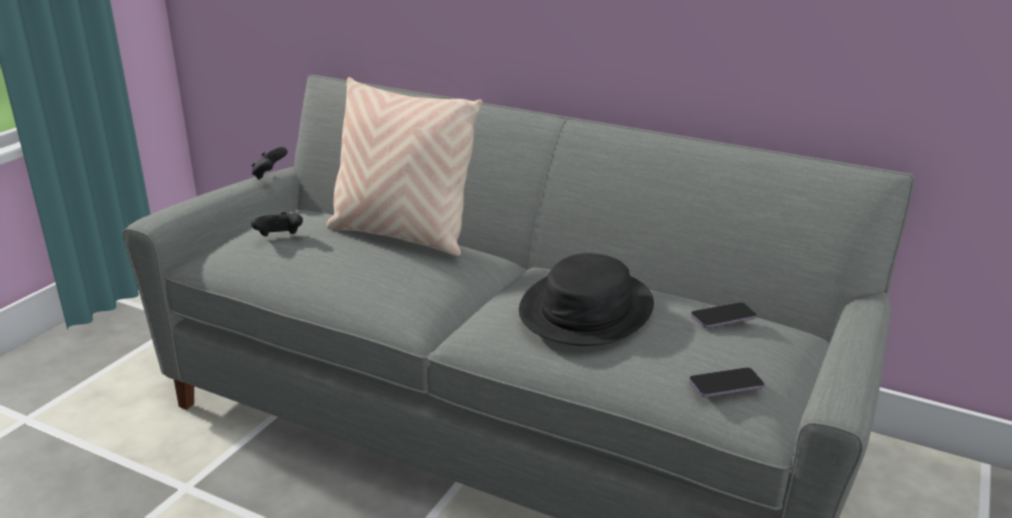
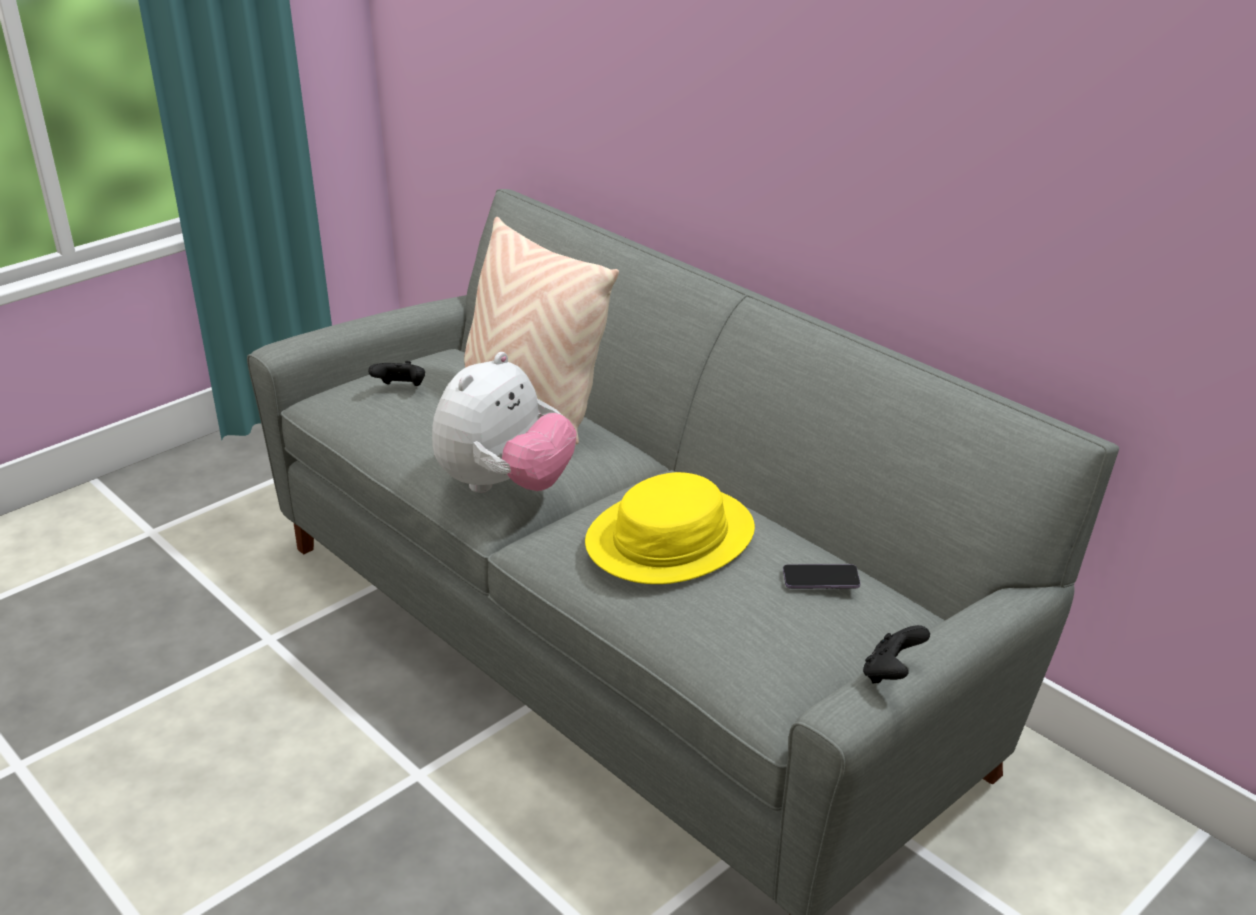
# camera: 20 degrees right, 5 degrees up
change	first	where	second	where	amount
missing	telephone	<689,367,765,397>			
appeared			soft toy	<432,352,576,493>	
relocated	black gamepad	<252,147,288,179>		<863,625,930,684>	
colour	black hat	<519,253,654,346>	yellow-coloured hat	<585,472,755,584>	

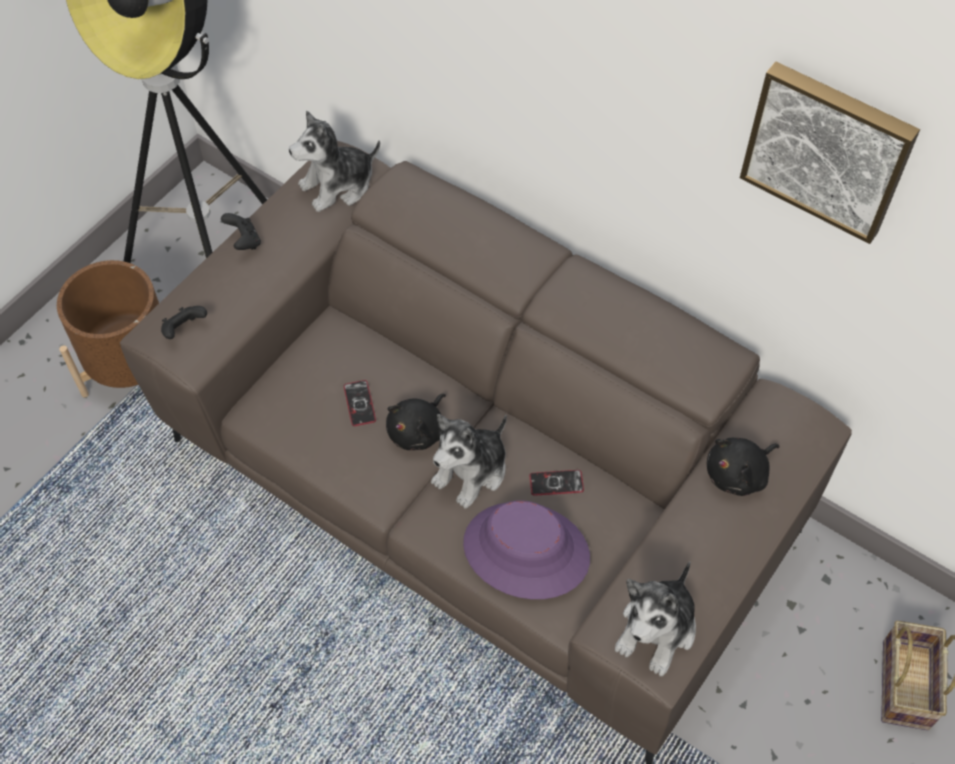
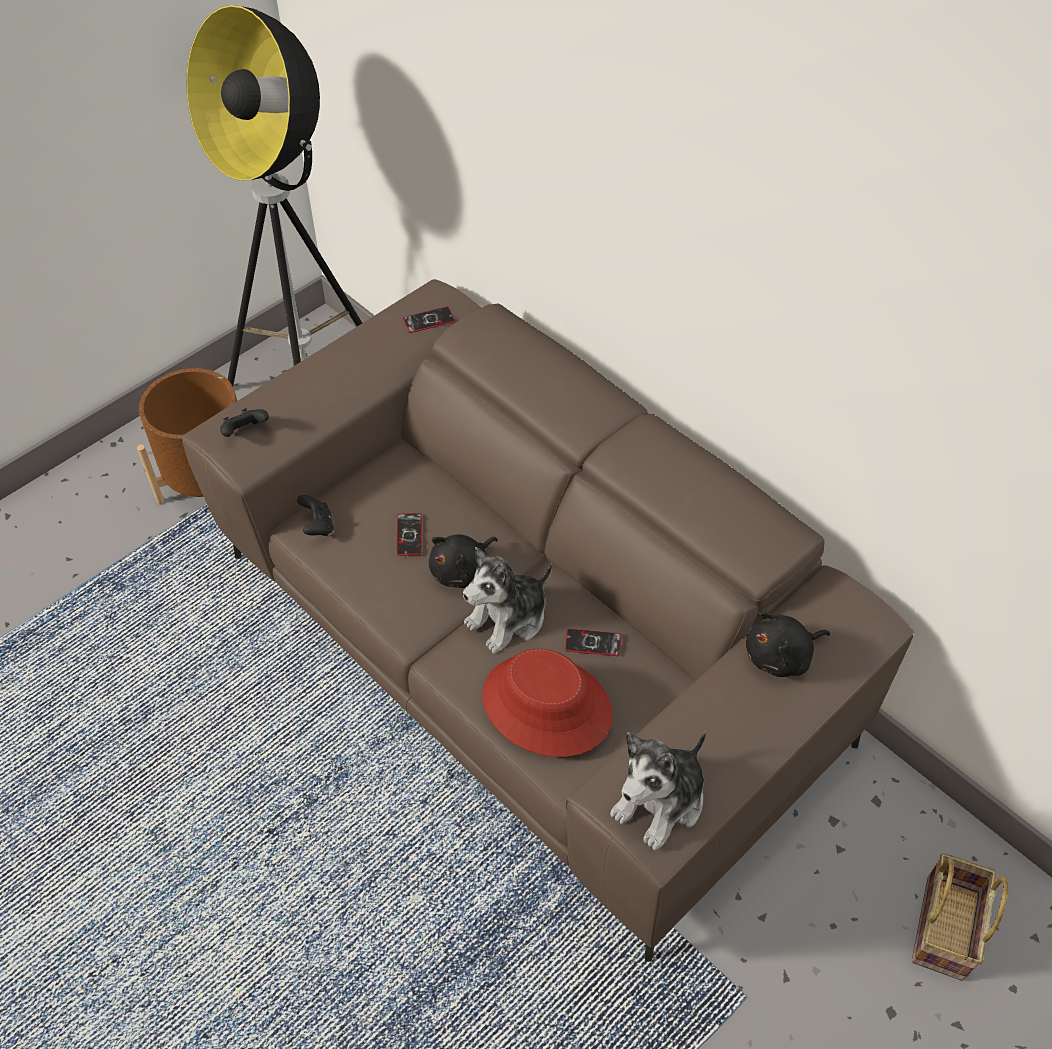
# camera: 10 degrees right, 5 degrees down
change	first	where	second	where	amount
missing	wall picture	<740,62,920,244>			
relocated	black gamepad	<221,213,261,250>		<297,495,334,536>	
exchanged	soft toy	<289,110,380,212>	telephone	<403,307,455,333>	
colour	purplish hat	<463,501,590,599>	reddish hat	<482,649,613,757>	

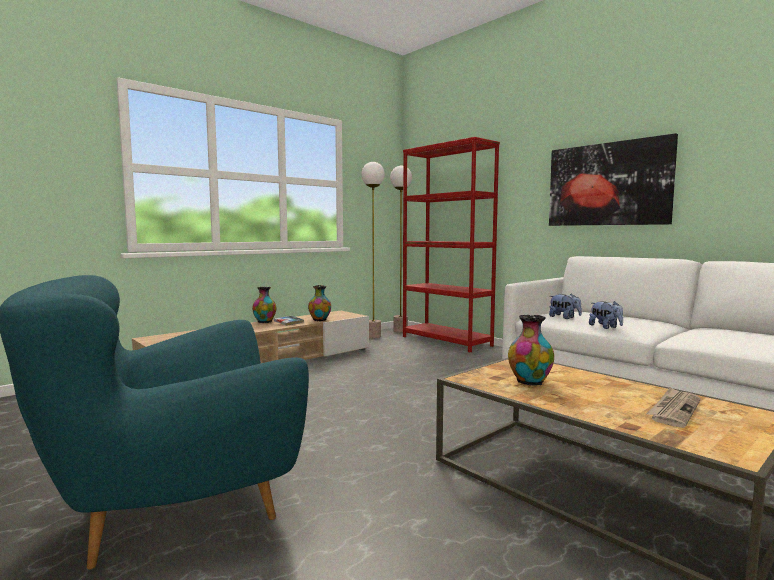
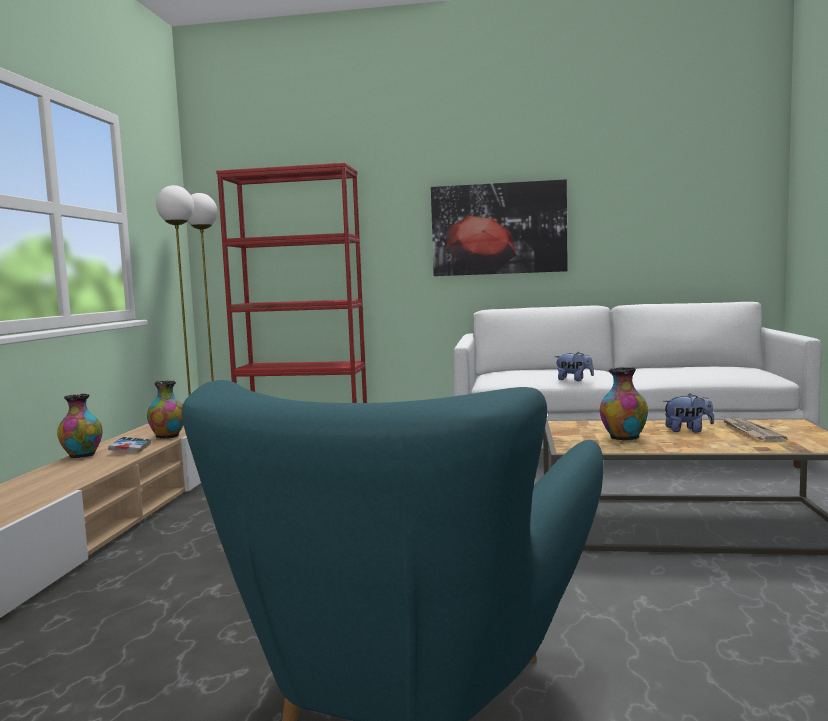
# camera: 40 degrees left, 0 degrees up
change	first	where	second	where	amount
relocated	soft toy	<549,294,582,319>		<663,393,714,432>	

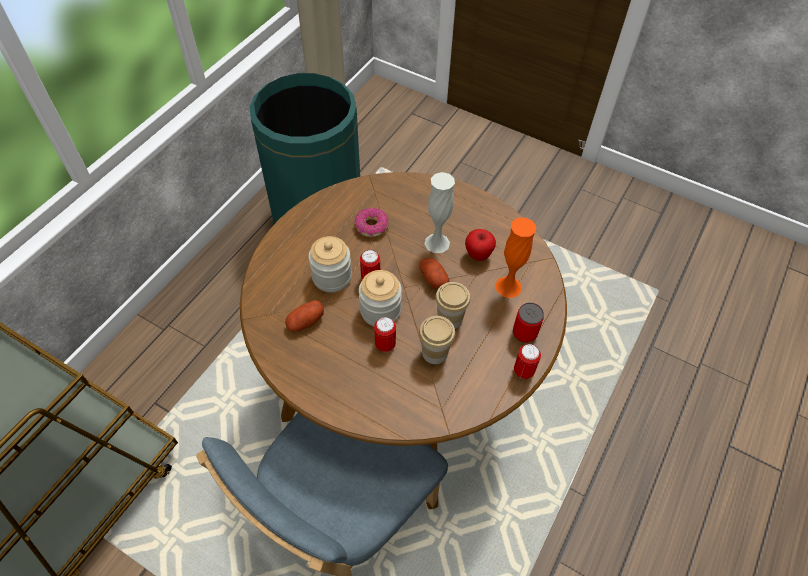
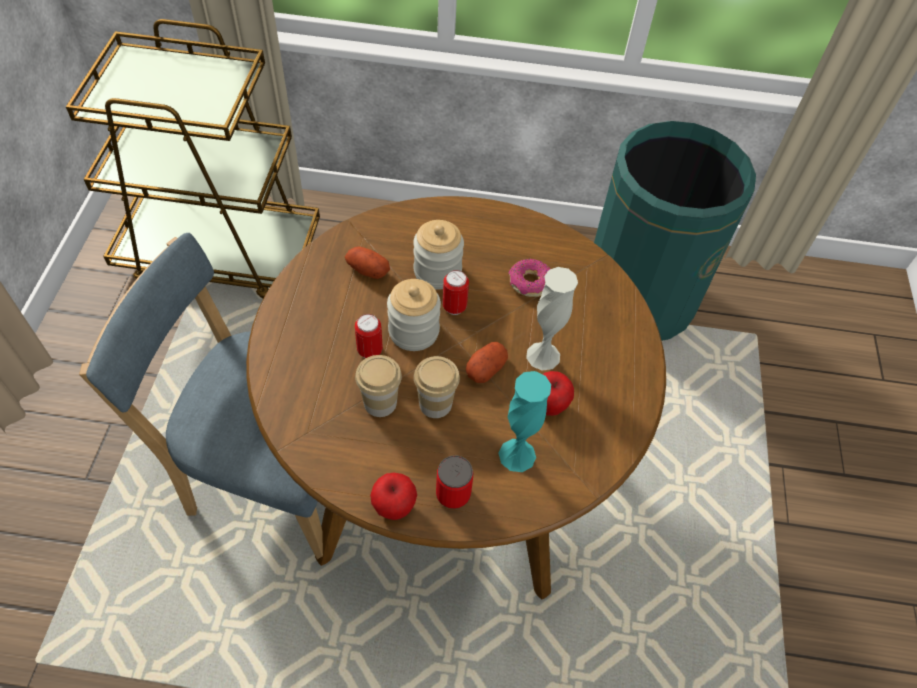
# camera: 65 degrees right, 0 degrees up
change	first	where	second	where	amount
exchanged	can	<514,344,541,379>	apple	<370,473,417,520>	
colour	orange-coloured vase	<495,218,537,298>	turquoise-coloured vase	<499,371,551,472>	

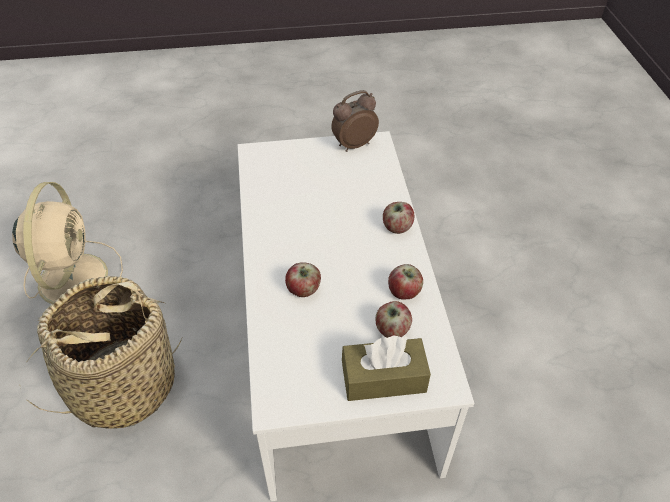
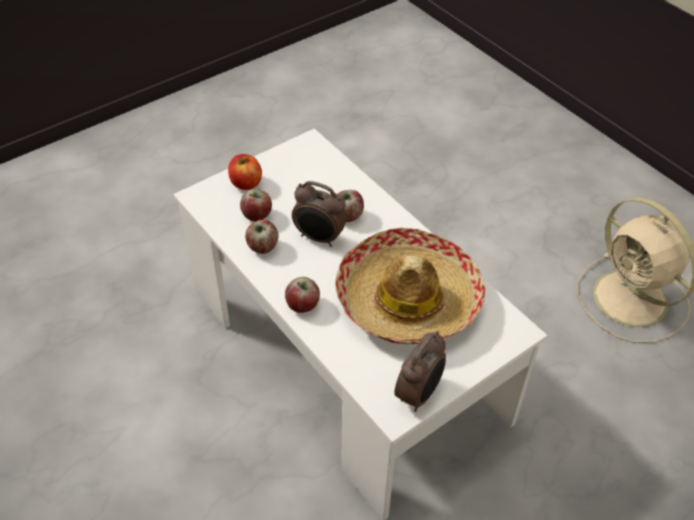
# camera: 150 degrees right, 0 degrees up
change	first	where	second	where	amount
missing	household basket	<20,276,183,429>			
appeared			bedside clock	<292,181,347,247>	
appeared			hat	<335,228,485,344>	
exchanged	brownish tissue holder	<342,335,431,401>	apple	<228,154,262,190>	

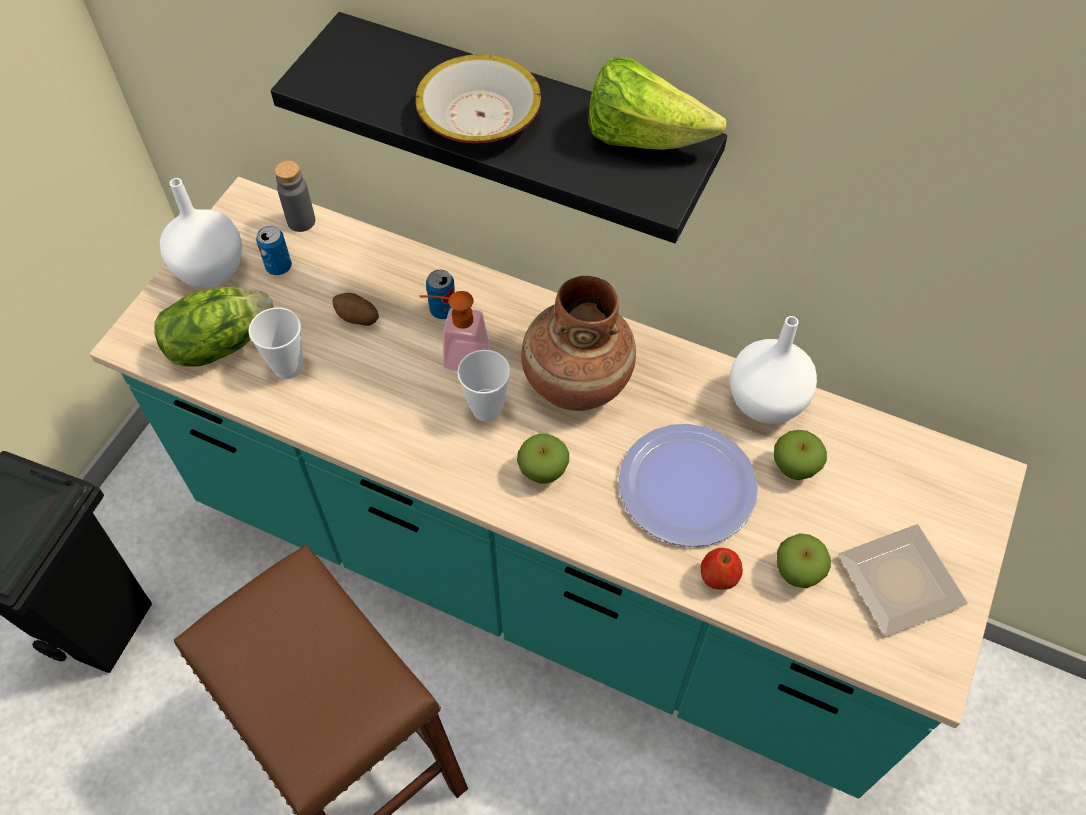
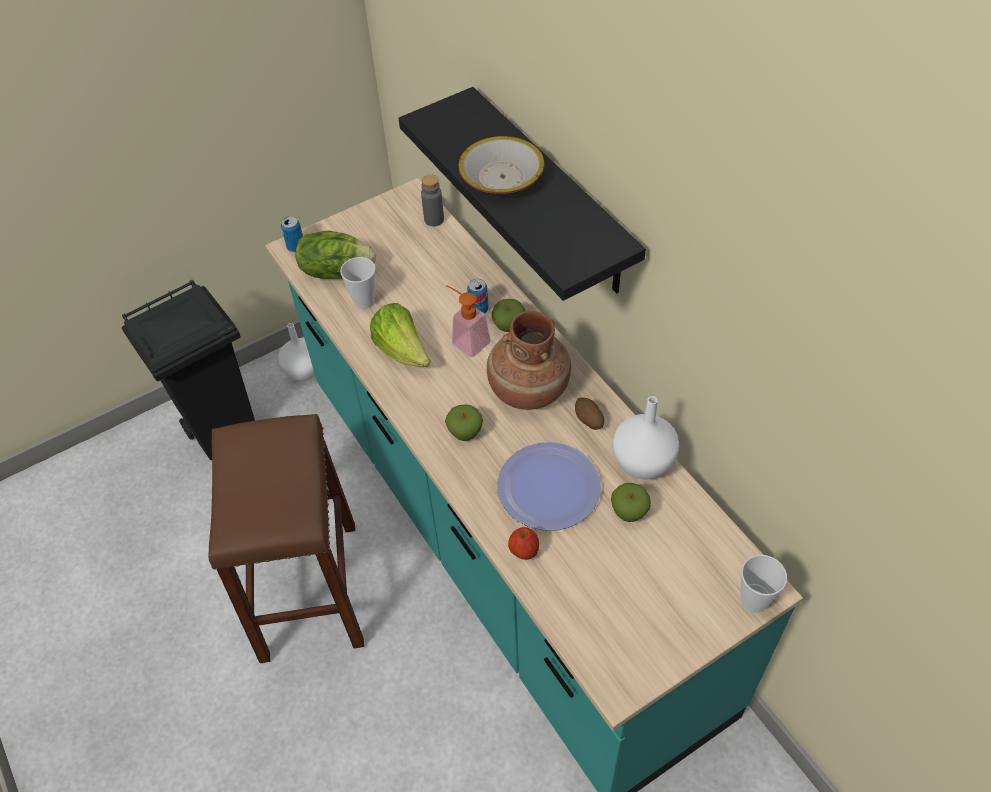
# camera: 35 degrees right, 5 degrees down
change	first	where	second	where	amount
missing	dinner plate	<838,524,968,636>			
relocated	white-coloured vase	<160,178,242,288>		<278,323,315,381>	
relocated	can	<256,226,292,275>		<281,216,303,252>	
relocated	spud	<332,293,379,326>		<575,397,604,430>	
relocated	cup	<457,350,511,422>		<741,555,787,613>	
relocated	lettuce head	<588,57,727,150>		<370,303,431,367>	
relocated	apple	<777,533,831,588>		<492,299,525,332>	

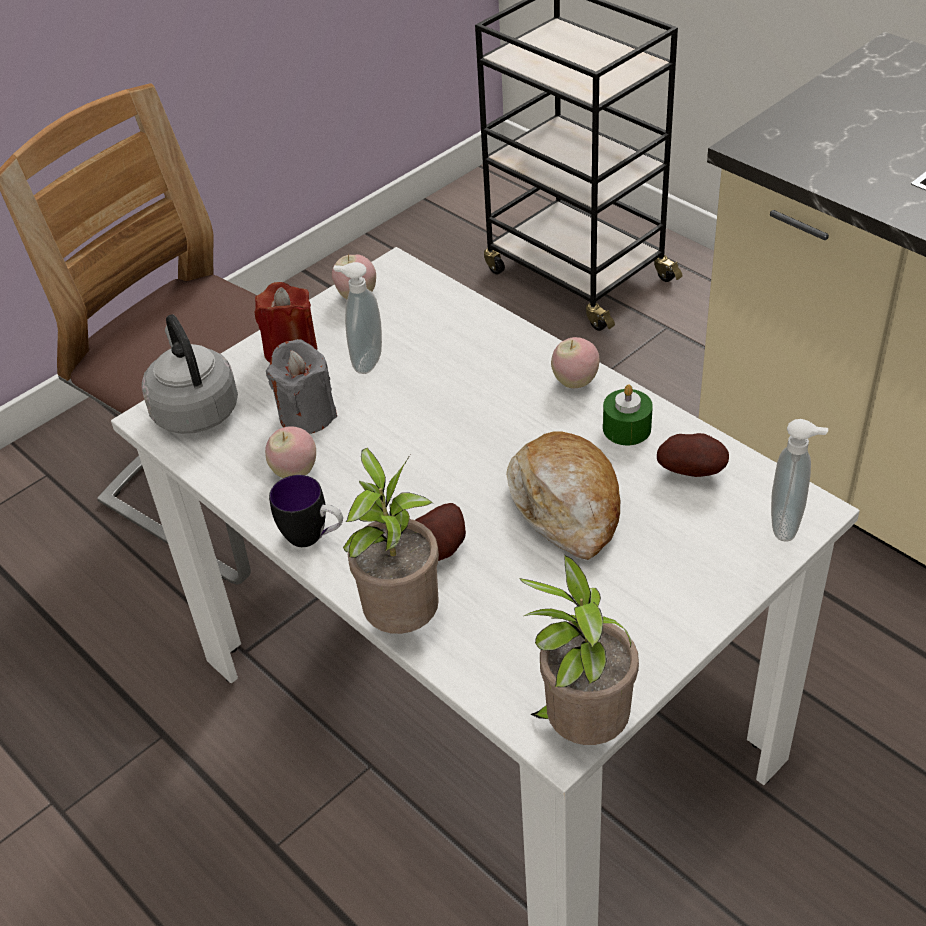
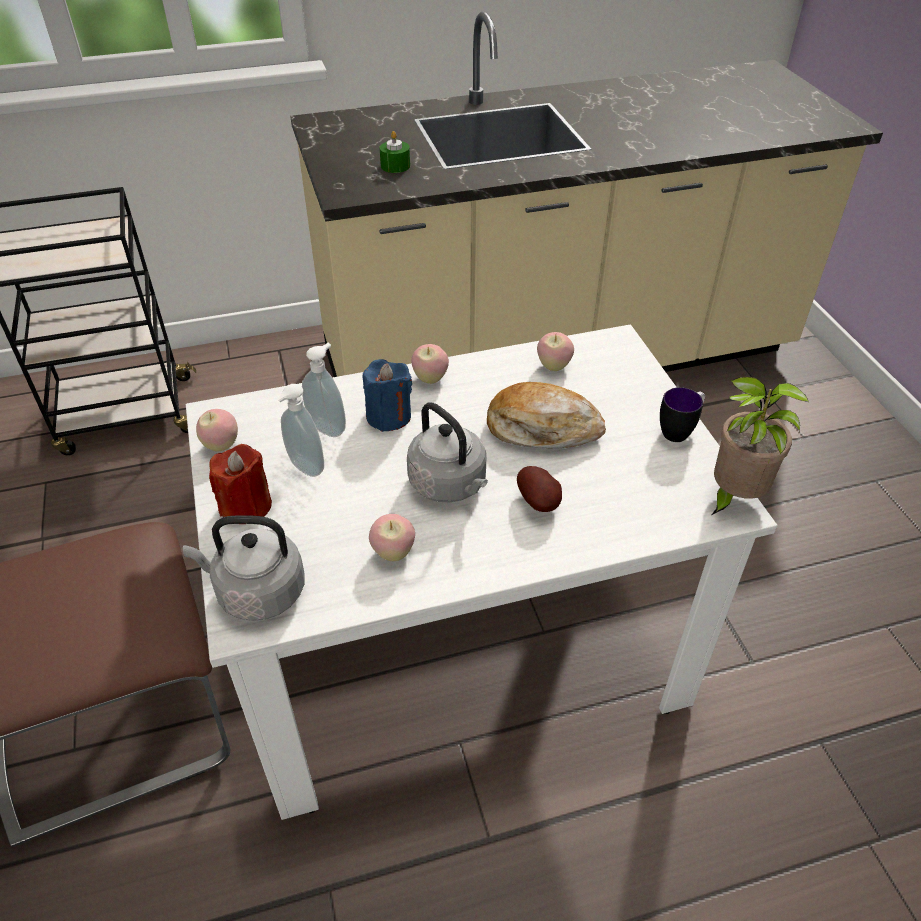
# camera: 65 degrees left, 0 degrees up
change	first	where	second	where	amount
missing	greyish wax light	<266,339,337,434>			
missing	potted plant	<343,448,439,634>			
appeared			blue-coloured wax light	<363,359,412,432>	
appeared			greyish tea kettle	<407,402,488,502>	
relocated	mug	<269,475,343,547>		<660,387,705,442>	
relocated	green-coloured wax light	<603,384,653,445>		<380,131,410,173>	
relocated	soap bottle	<771,419,828,541>		<302,343,346,437>	
exchanged	spud	<657,433,729,477>	apple	<537,332,574,371>	

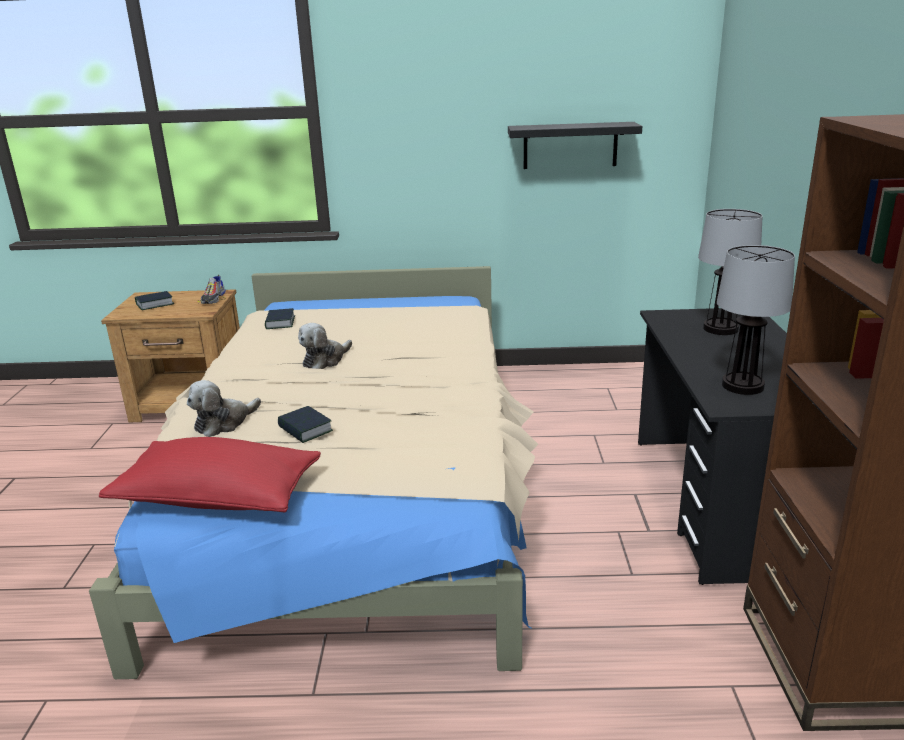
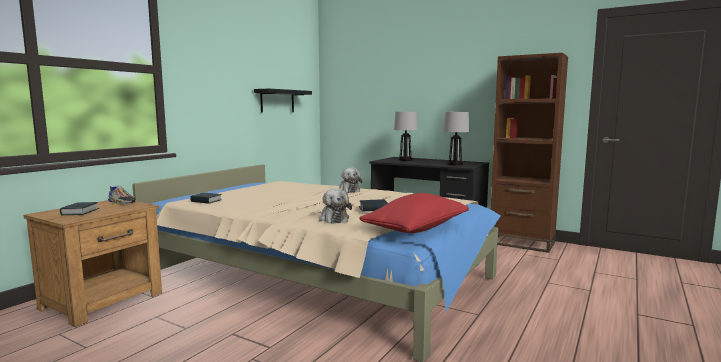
# camera: 60 degrees left, 15 degrees down
change	first	where	second	where	amount
relocated	soft toy	<298,323,352,369>		<339,167,362,193>	

